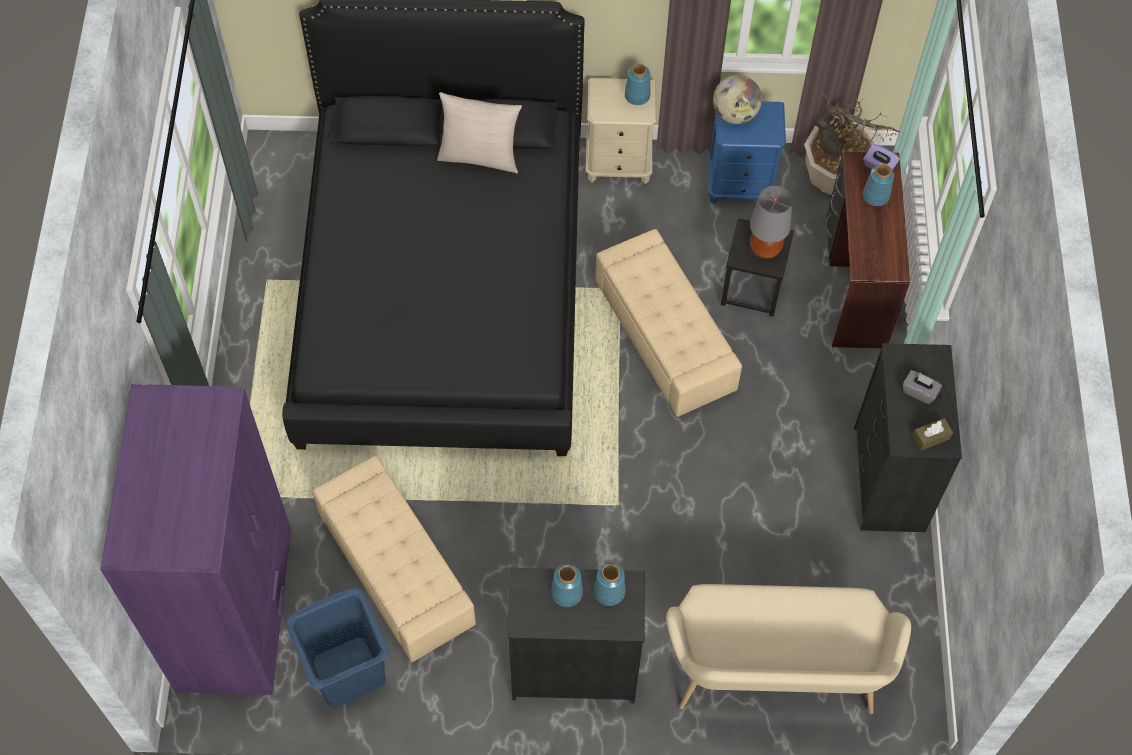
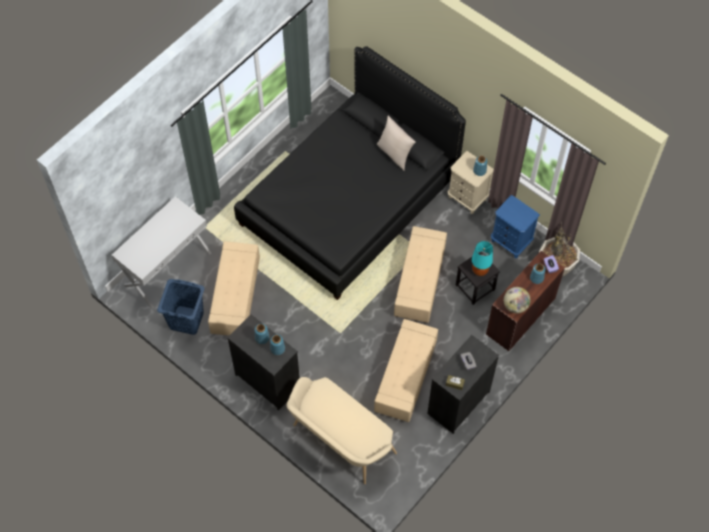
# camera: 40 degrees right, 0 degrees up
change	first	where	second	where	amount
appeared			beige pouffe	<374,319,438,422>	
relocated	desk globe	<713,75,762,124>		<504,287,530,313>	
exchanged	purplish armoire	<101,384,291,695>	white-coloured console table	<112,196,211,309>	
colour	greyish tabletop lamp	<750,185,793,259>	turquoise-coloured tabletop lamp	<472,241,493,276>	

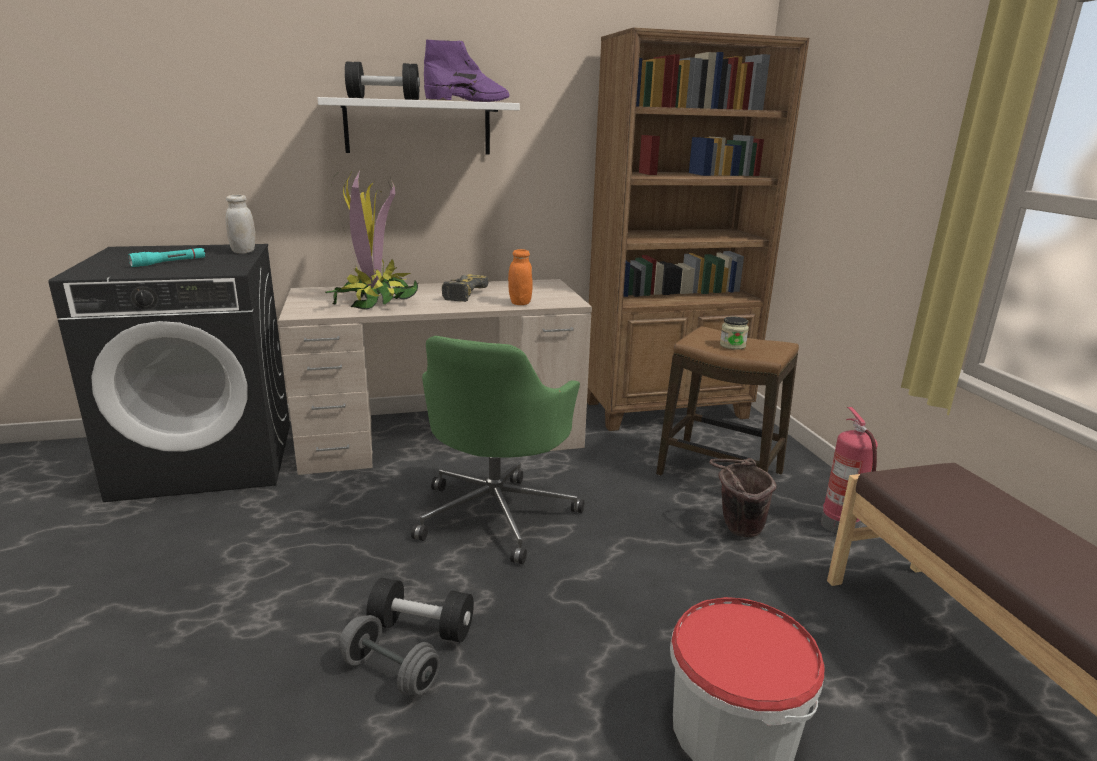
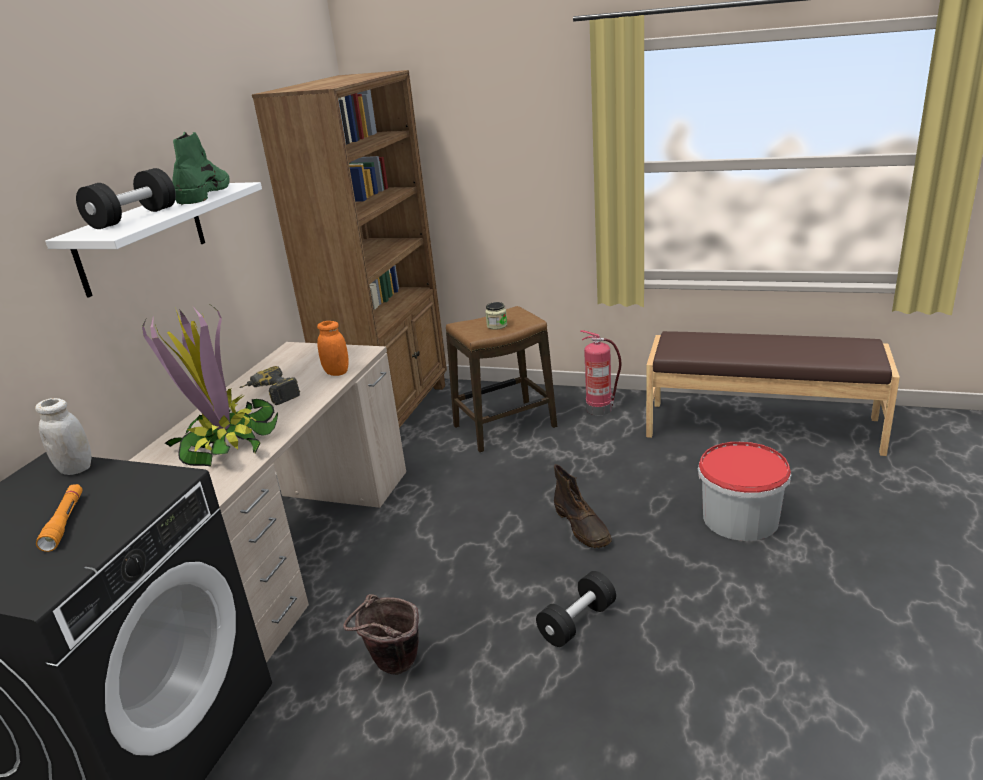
# camera: 55 degrees left, 5 degrees up
change	first	where	second	where	amount
missing	greyish hand weight	<339,615,440,696>			
missing	green-coloured office chair	<411,336,585,564>			
appeared			brownish boot	<554,464,612,548>	
relocated	brownish pail	<709,458,776,537>		<344,594,419,675>	
colour	turquoise-coloured hand torch	<128,248,205,267>	orange-coloured hand torch	<36,484,83,552>	
colour	purplish boot	<424,40,509,102>	green-coloured boot	<172,132,230,205>	

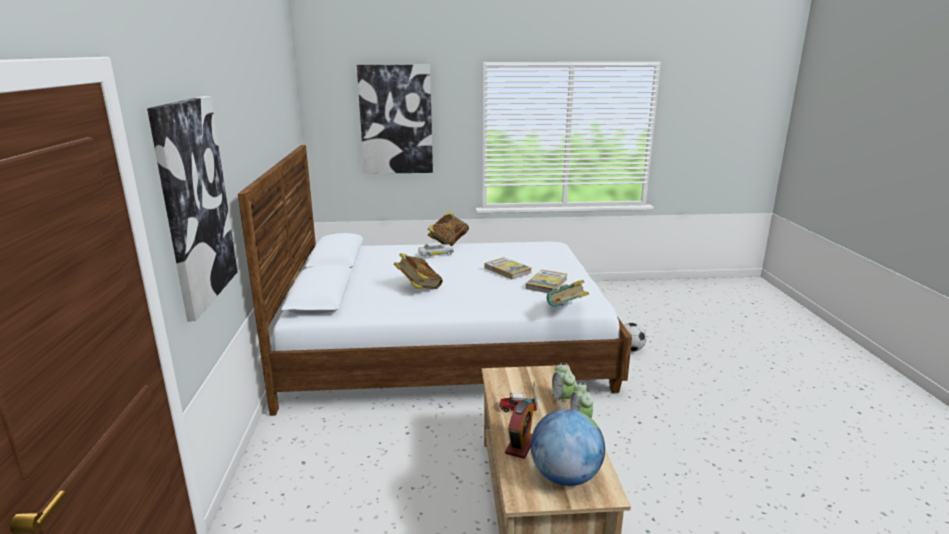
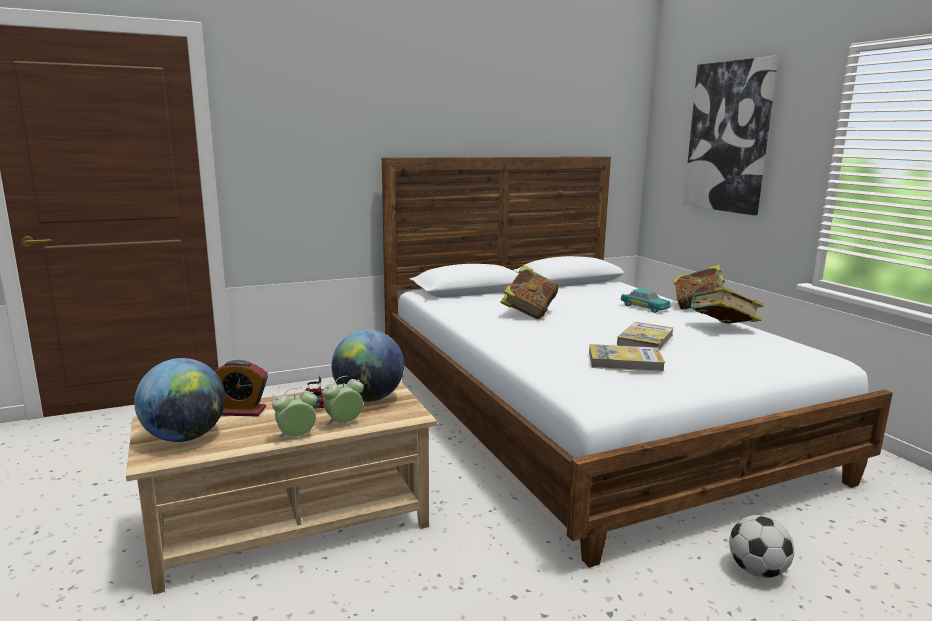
# camera: 70 degrees right, 5 degrees down
change	first	where	second	where	amount
missing	wall picture	<147,96,238,321>			
appeared			desk globe	<332,330,404,402>	
relocated	volume	<546,280,589,307>		<690,286,764,324>	
colour	white-coloured model car	<418,242,454,258>	turquoise-coloured model car	<621,289,671,313>	

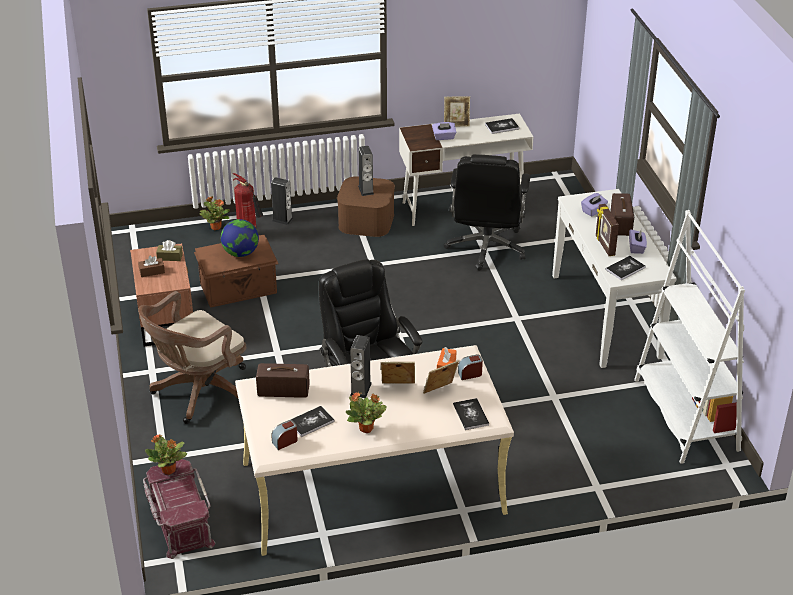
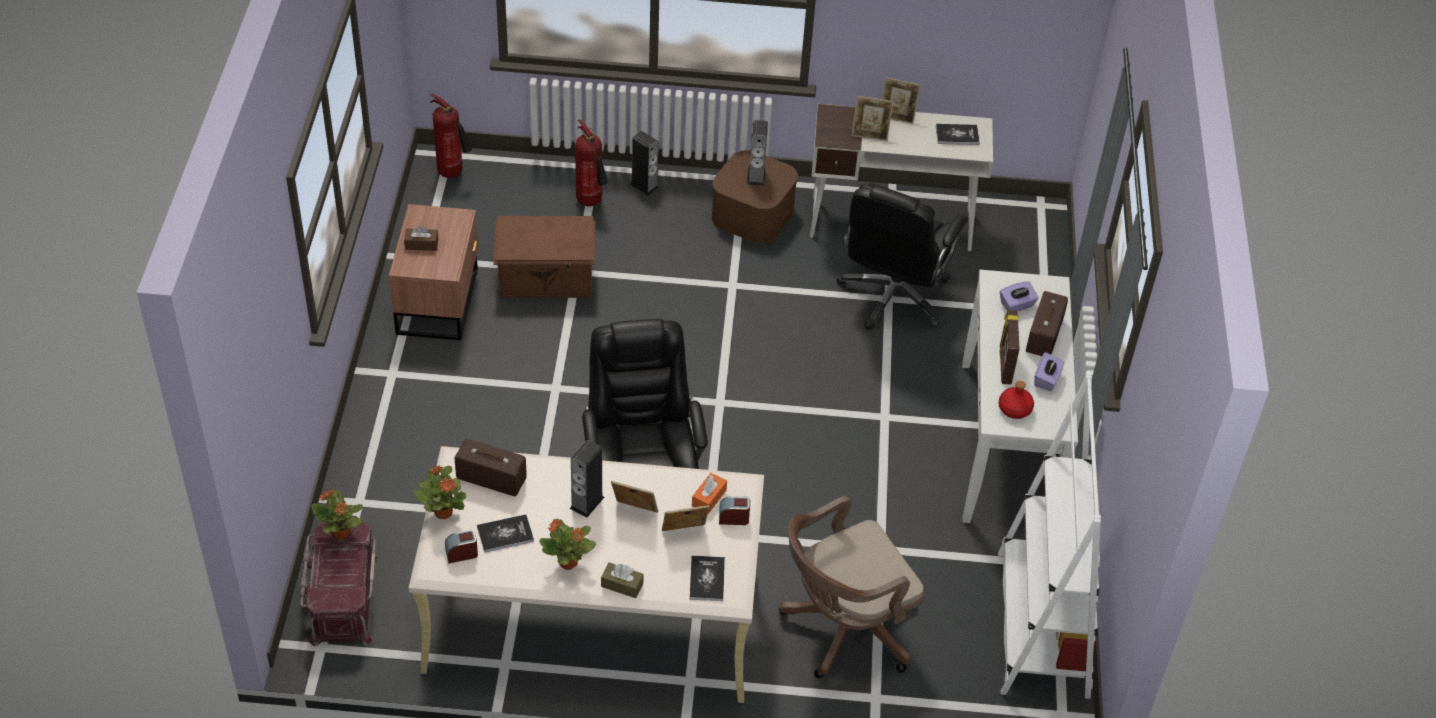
# camera: 15 degrees right, 10 degrees up
change	first	where	second	where	amount
missing	desk globe	<221,219,259,257>			
appeared			fire-fighting cylinder	<430,93,472,178>	
relocated	brownish office chair	<138,291,246,424>		<779,496,925,679>	
relocated	brownish tissue holder	<156,240,183,261>		<601,562,644,598>	
relocated	potted plant	<199,196,230,230>		<414,465,466,519>	
exchanged	purplish tissue holder	<432,122,456,140>	picture frame	<852,96,894,141>	
exchanged	volume	<606,256,645,280>	reddish beverage bottle	<999,381,1034,419>	

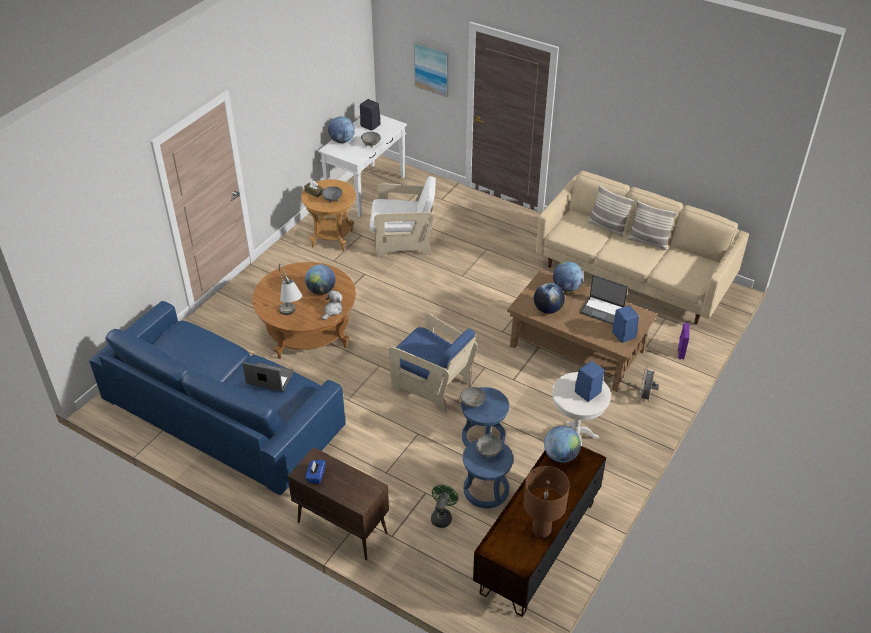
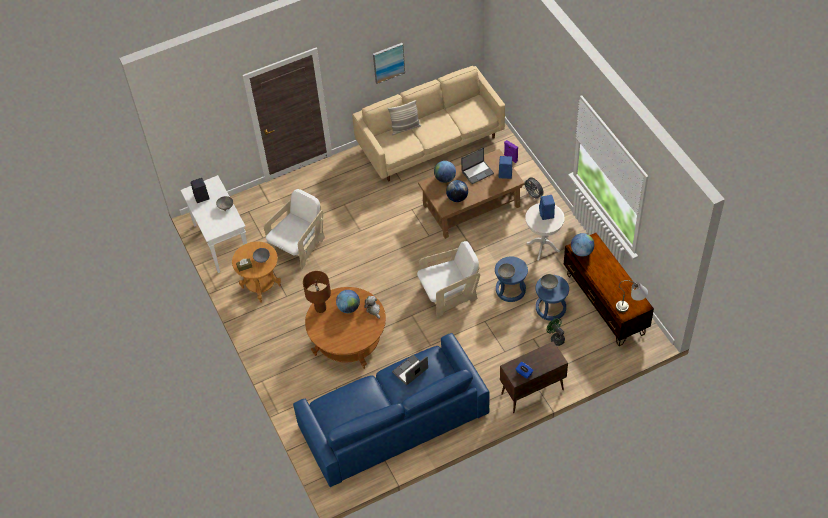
# camera: 55 degrees left, 10 degrees up
change	first	where	second	where	amount
missing	desk globe	<328,116,355,143>			
missing	cushion	<627,200,677,250>			
relocated	greyish tabletop lamp	<279,264,302,315>		<616,280,648,312>	
relocated	wall picture	<414,41,450,97>		<373,43,405,84>	
relocated	brownish tabletop lamp	<523,466,570,538>		<303,271,331,313>	
colour	blue-coloured lounge chair	<389,313,477,412>	white-coloured lounge chair	<417,241,480,317>	

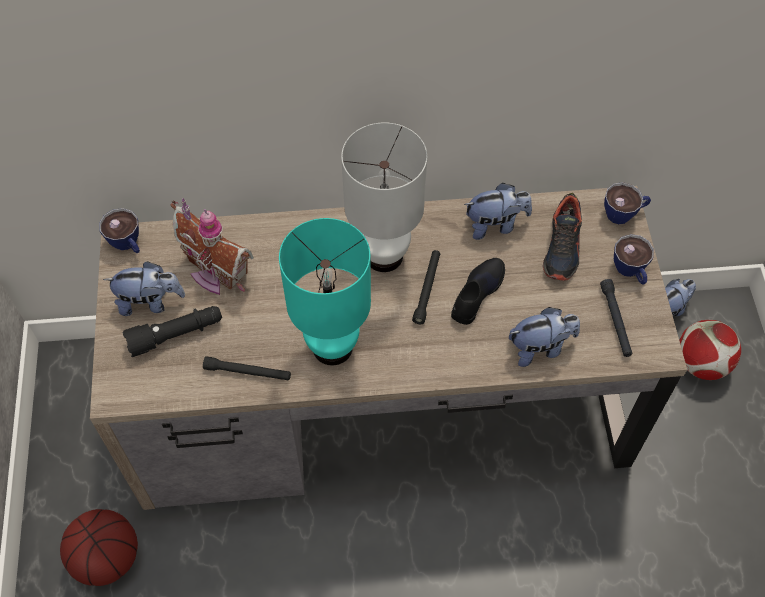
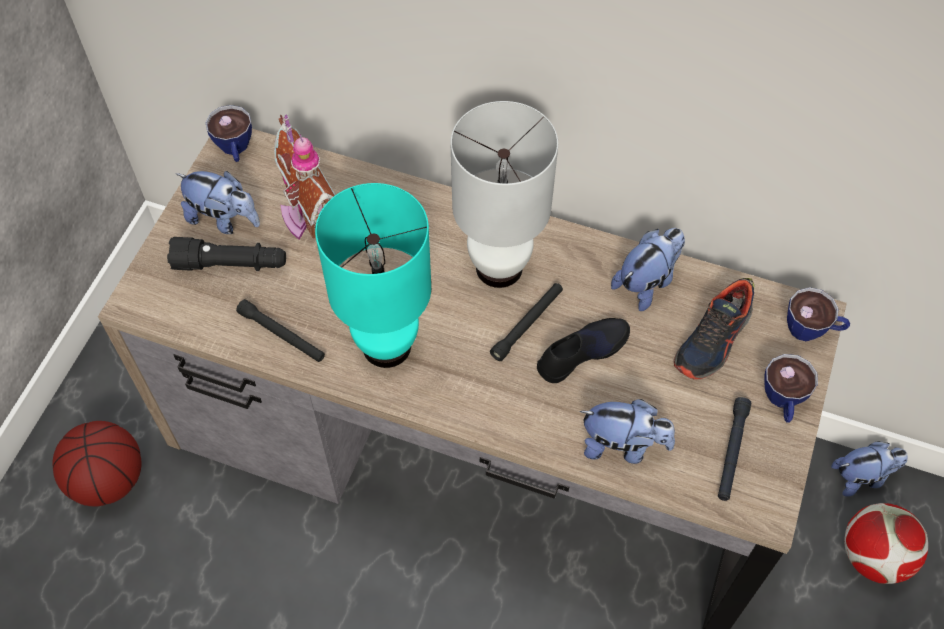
# camera: 25 degrees right, 0 degrees up
change	first	where	second	where	amount
spun	soft toy	<464,183,532,240>		<611,228,685,311>	60 degrees counterclockwise

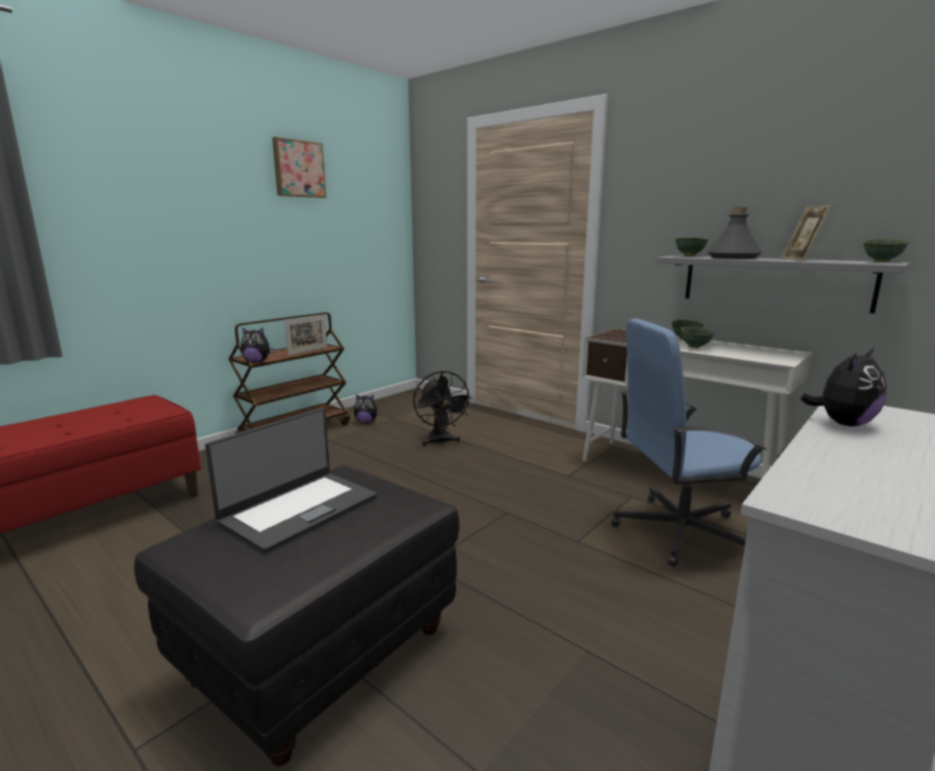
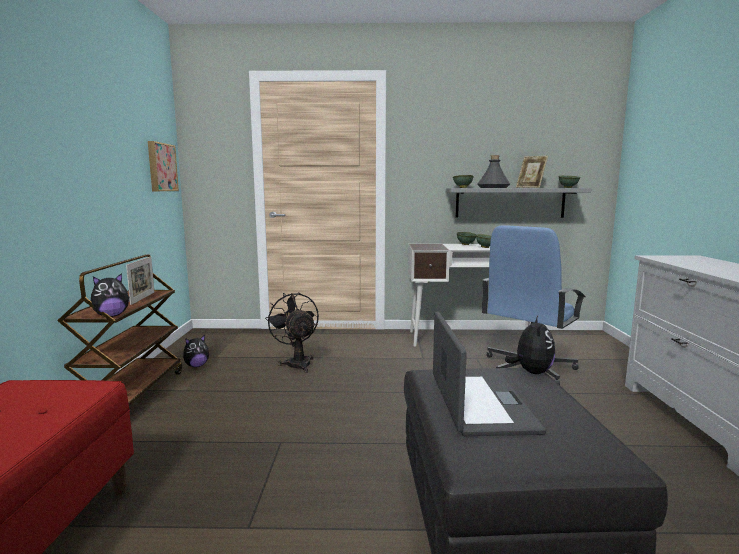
# camera: 40 degrees left, 5 degrees down
change	first	where	second	where	amount
relocated	wall picture	<272,137,327,198>		<148,141,179,191>	
relocated	soft toy	<800,348,887,426>		<505,316,555,374>	
spun	black fan	<413,371,472,446>		<265,292,319,373>	150 degrees counterclockwise

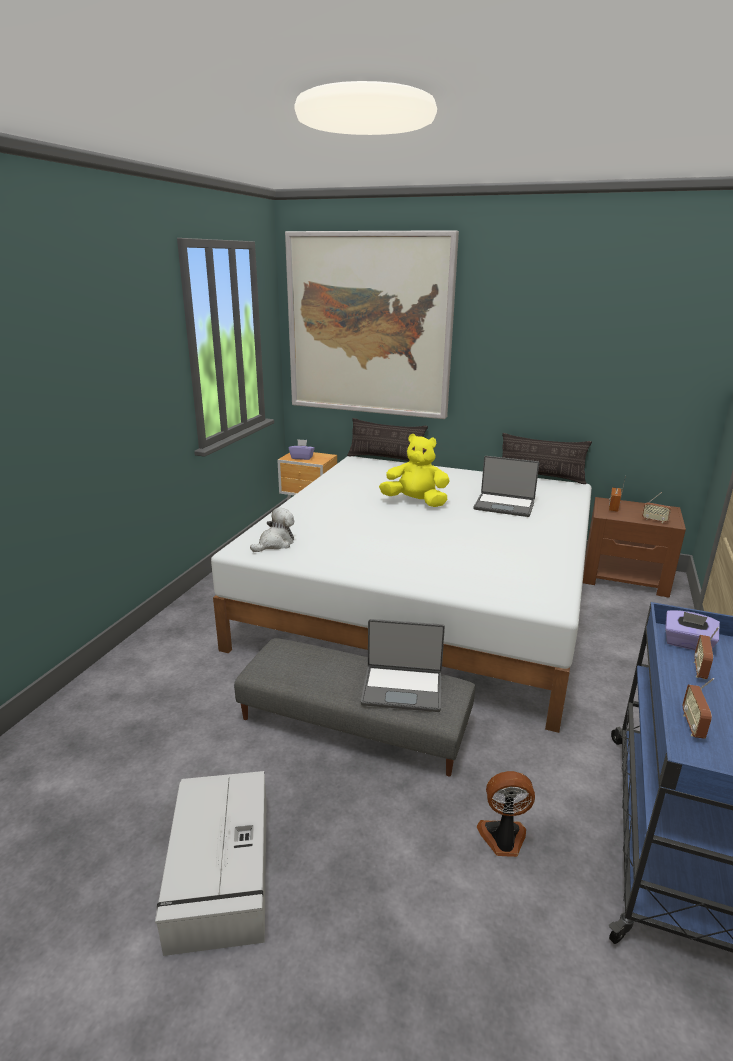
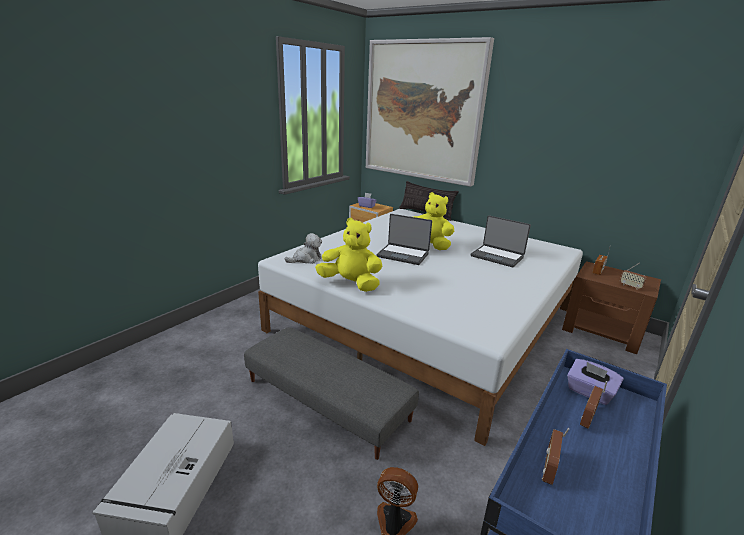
# camera: 15 degrees right, 0 degrees up
change	first	where	second	where	amount
missing	cushion	<502,433,592,484>			
appeared			yellow-coloured soft toy	<315,218,382,292>	
relocated	portable computer	<361,619,445,712>		<376,214,432,265>	

